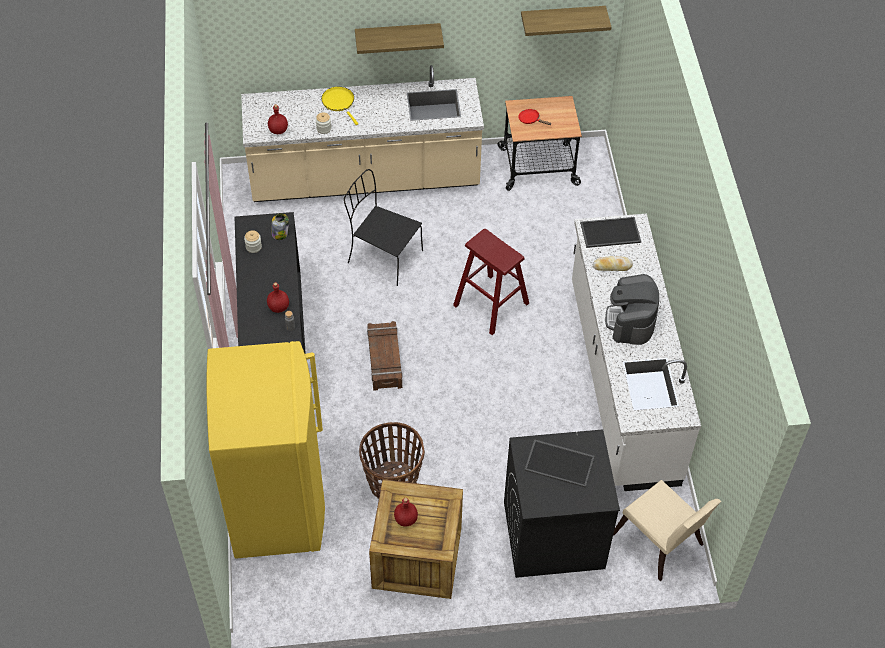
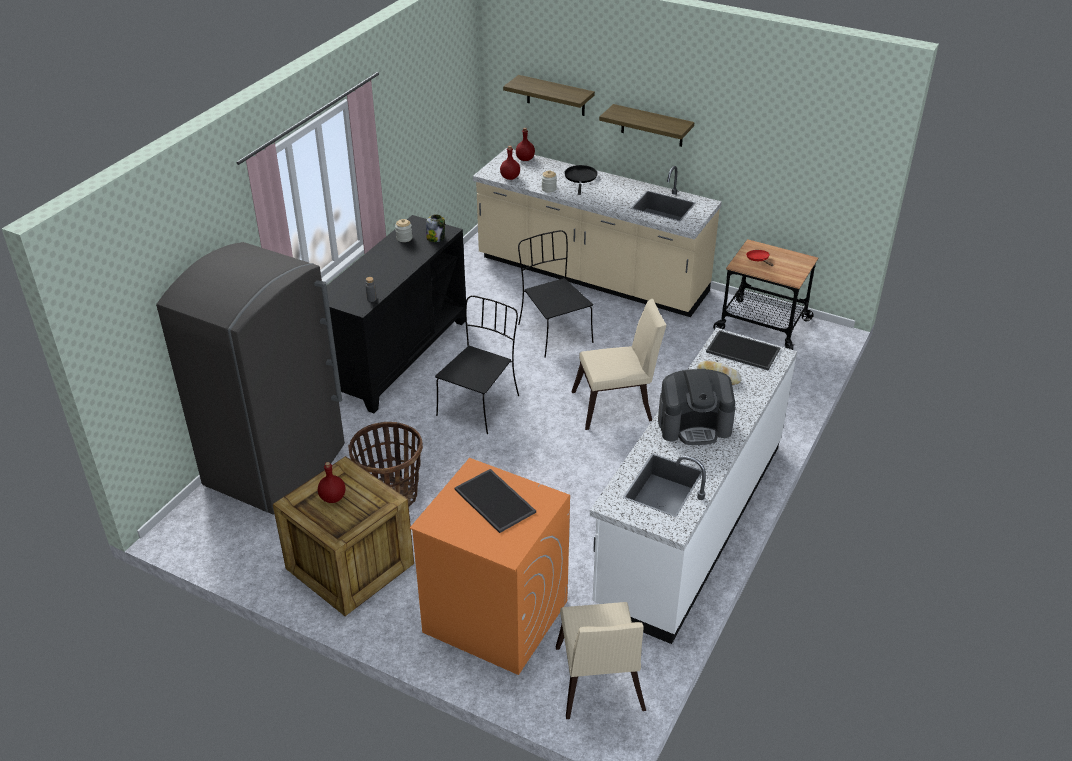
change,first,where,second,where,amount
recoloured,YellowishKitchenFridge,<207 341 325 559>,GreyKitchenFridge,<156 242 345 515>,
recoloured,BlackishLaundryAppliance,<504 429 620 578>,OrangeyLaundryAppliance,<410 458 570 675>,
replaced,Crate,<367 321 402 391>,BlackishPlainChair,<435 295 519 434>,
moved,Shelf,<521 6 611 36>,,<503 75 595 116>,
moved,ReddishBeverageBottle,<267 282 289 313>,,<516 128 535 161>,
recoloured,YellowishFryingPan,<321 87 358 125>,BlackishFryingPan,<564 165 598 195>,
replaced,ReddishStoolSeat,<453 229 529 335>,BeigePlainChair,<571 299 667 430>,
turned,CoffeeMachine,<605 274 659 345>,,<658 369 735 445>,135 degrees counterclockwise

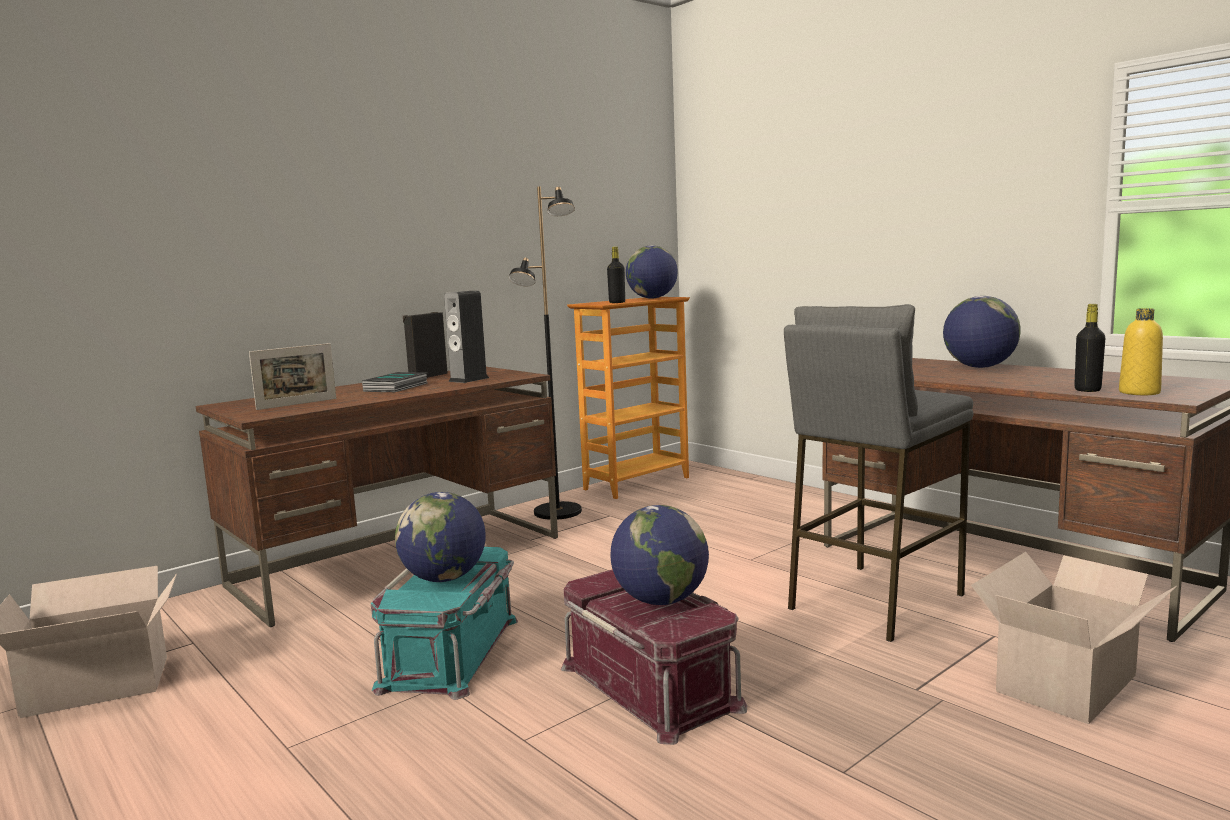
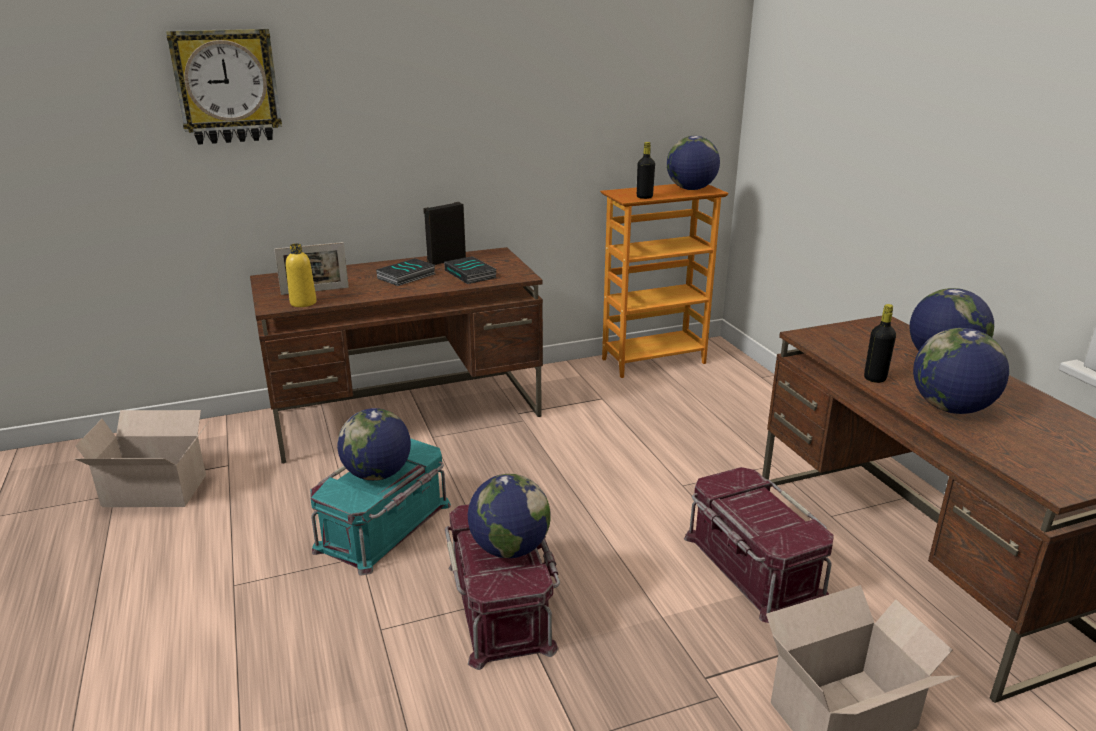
change,first,where,second,where,amount
added,,,WallClock,<166 29 282 145>,
moved,YellowishBeverageBottle,<1119 308 1163 395>,,<286 243 317 307>,
replaced,Loudspeaker,<444 291 489 383>,Book,<444 256 497 284>,
replaced,GreyStoolSeat,<784 304 973 642>,ReddishStorageBox,<684 467 834 623>,
moved,BlackishBeverageBottle,<1074 304 1105 392>,,<864 304 896 383>,
added,,,Globe,<913 328 1009 414>,
removed,BlackishFloorLamp,<508 186 582 520>,,,

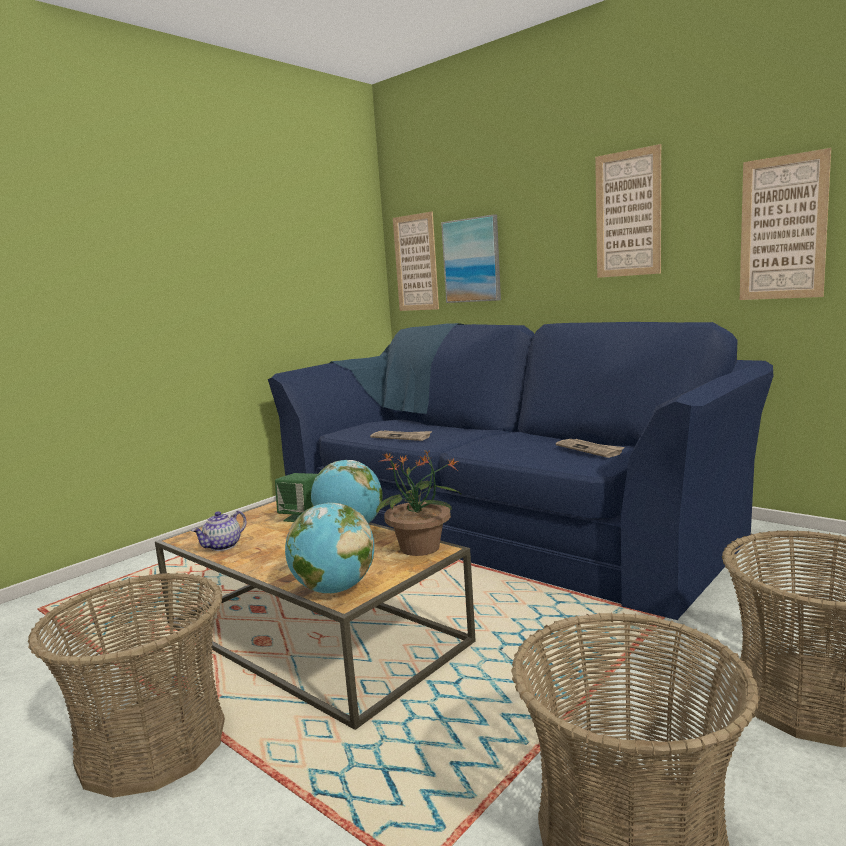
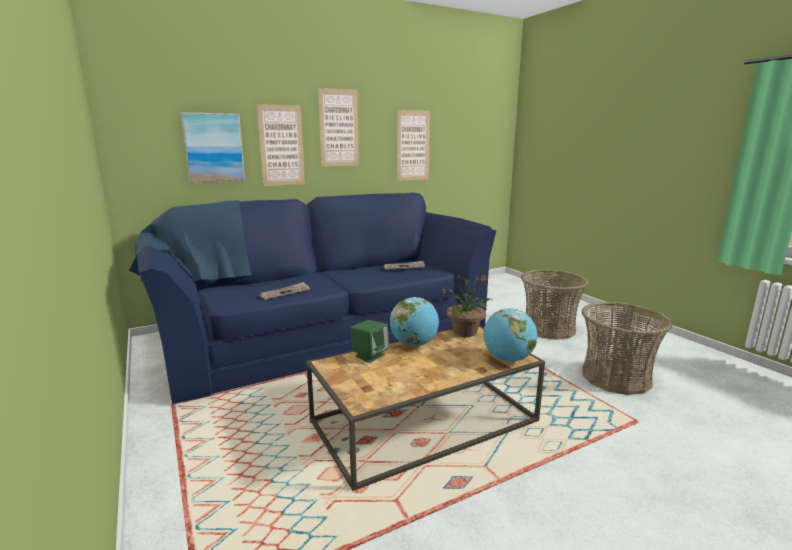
change,first,where,second,where,amount
moved,Picture,<393 211 439 311>,,<257 104 305 186>,
removed,StorageBasket,<28 573 225 798>,,,
removed,TeaPot,<192 511 246 551>,,,

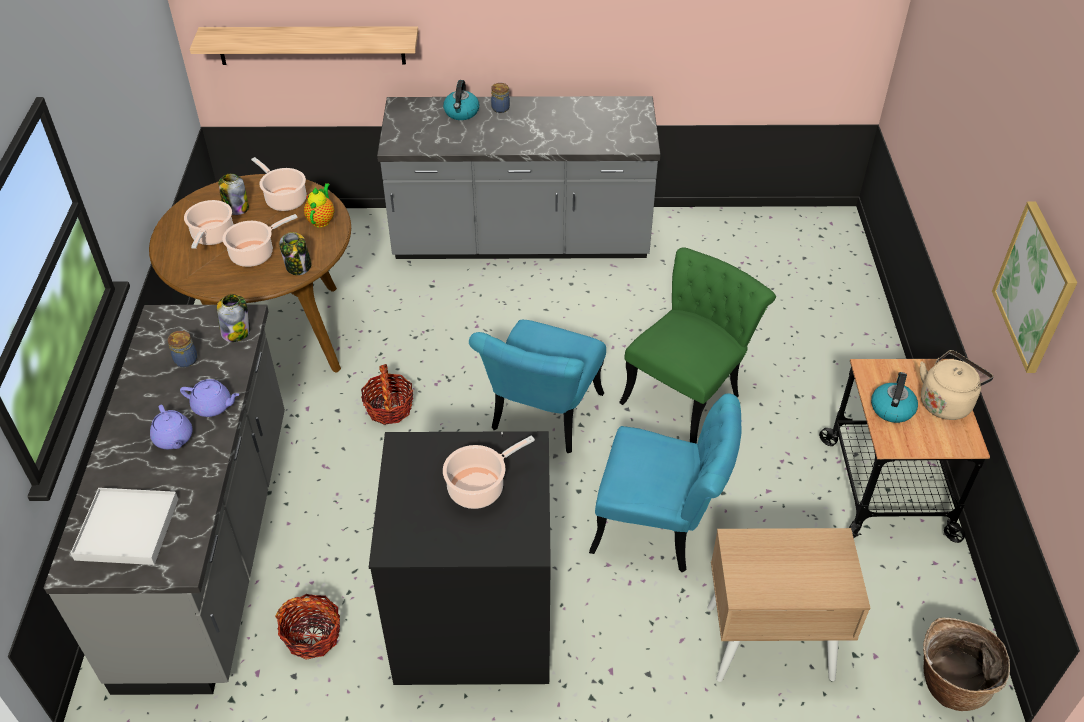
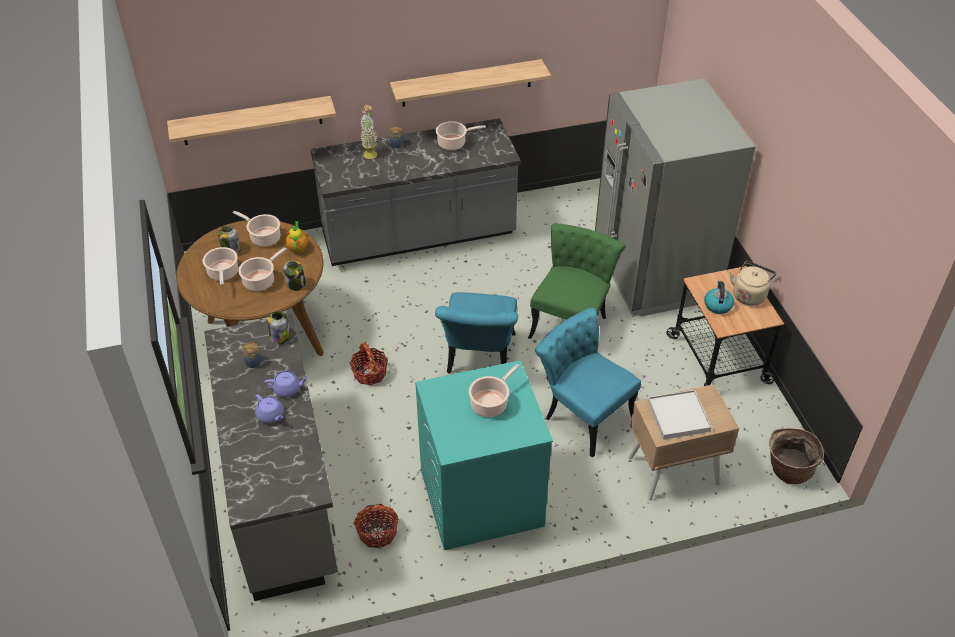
change,first,where,second,where,amount
replaced,Kettle,<443 80 479 120>,PottedPlant,<360 104 378 159>,
added,,,Shelf,<390 59 551 107>,
recoloured,BlackishLaundryAppliance,<369 431 551 685>,TurquoiseColouredLaundryAppliance,<415 360 553 550>,
added,,,Saucepot,<436 121 486 150>,
turned,TurquoiseColouredPlainChair,<589 393 741 572>,,<535 308 641 458>,135 degrees counterclockwise
added,,,GreyKitchenFridge,<595 79 756 317>,
moved,WhiteTray,<70 488 178 565>,,<648 390 712 440>,
removed,Picture,<992 202 1077 373>,,,

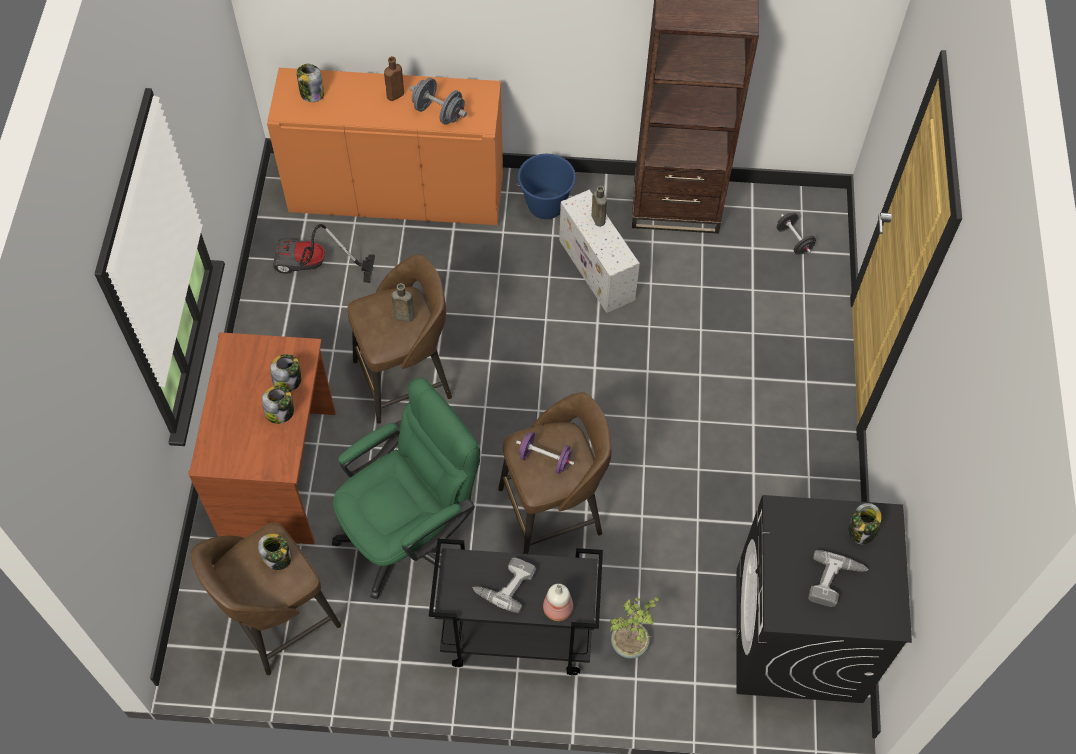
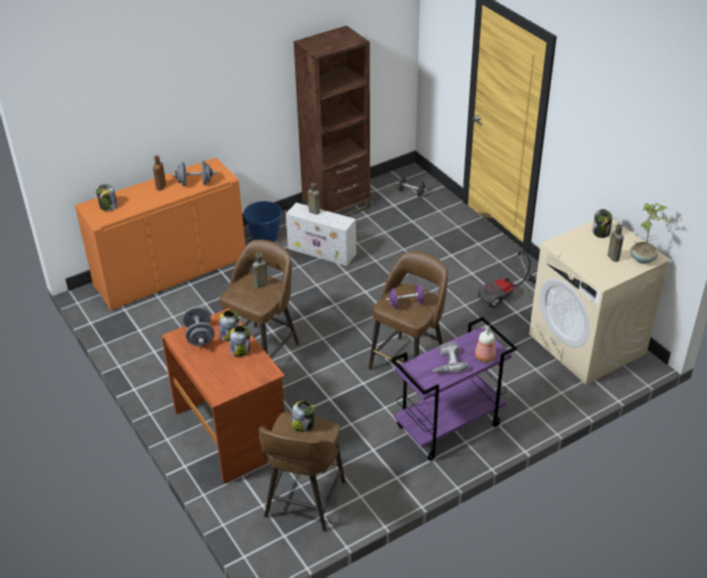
change,first,where,second,where,amount
added,,,GreyFreeWeight,<182 306 214 346>,
recoloured,BlackishCart,<429 539 603 675>,PurpleColouredCart,<391 317 517 461>,
moved,VacuumCleaner,<273 224 375 283>,,<477 251 536 308>,
recoloured,BlackishLaundryAppliance,<736 495 912 703>,BeigeLaundryAppliance,<529 218 671 385>,
replaced,ElectricDrill,<808 550 868 607>,BrownColouredBeverageBottle,<608 224 624 262>,
moved,PottedPlant,<610 597 660 659>,,<631 203 670 264>,
removed,GreenComputerChair,<332 378 480 599>,,,

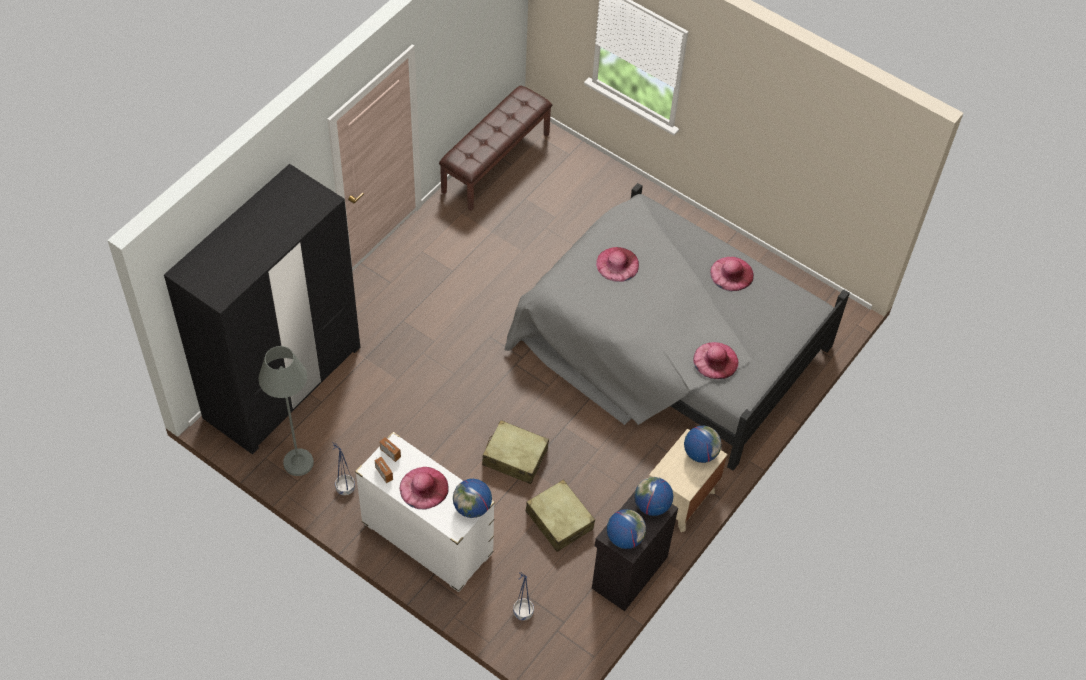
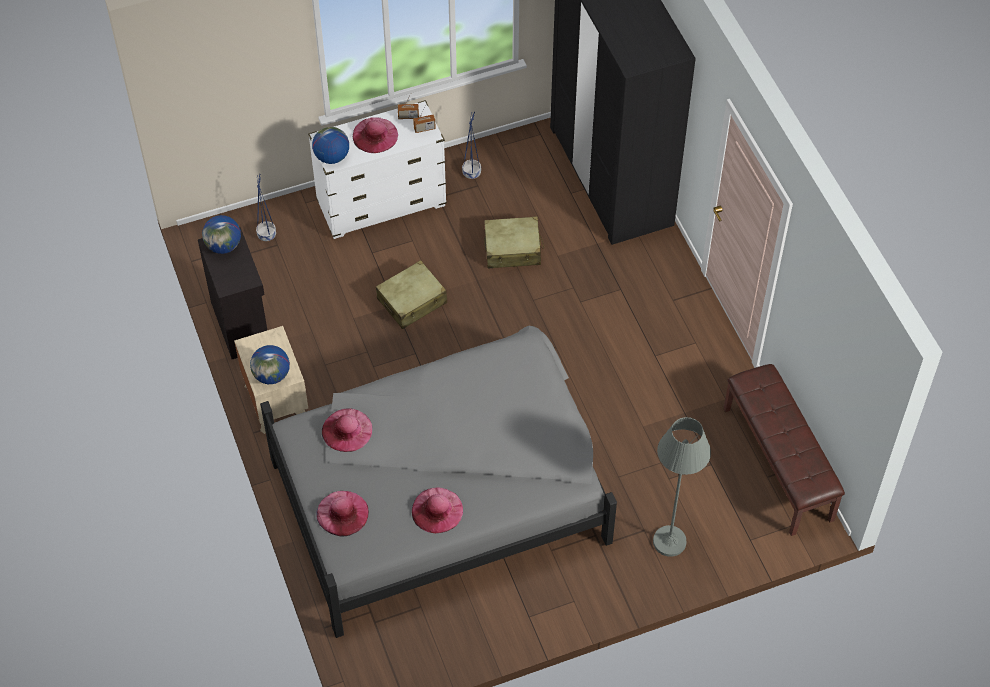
change,first,where,second,where,amount
moved,PinkishHat,<596 247 639 282>,,<316 491 369 537>,
moved,BeigePieceOfLuggage,<526 479 595 552>,,<484 216 544 268>,
moved,GreyFloorLamp,<259 346 314 476>,,<653 417 711 557>,
removed,Globe,<634 477 673 516>,,,

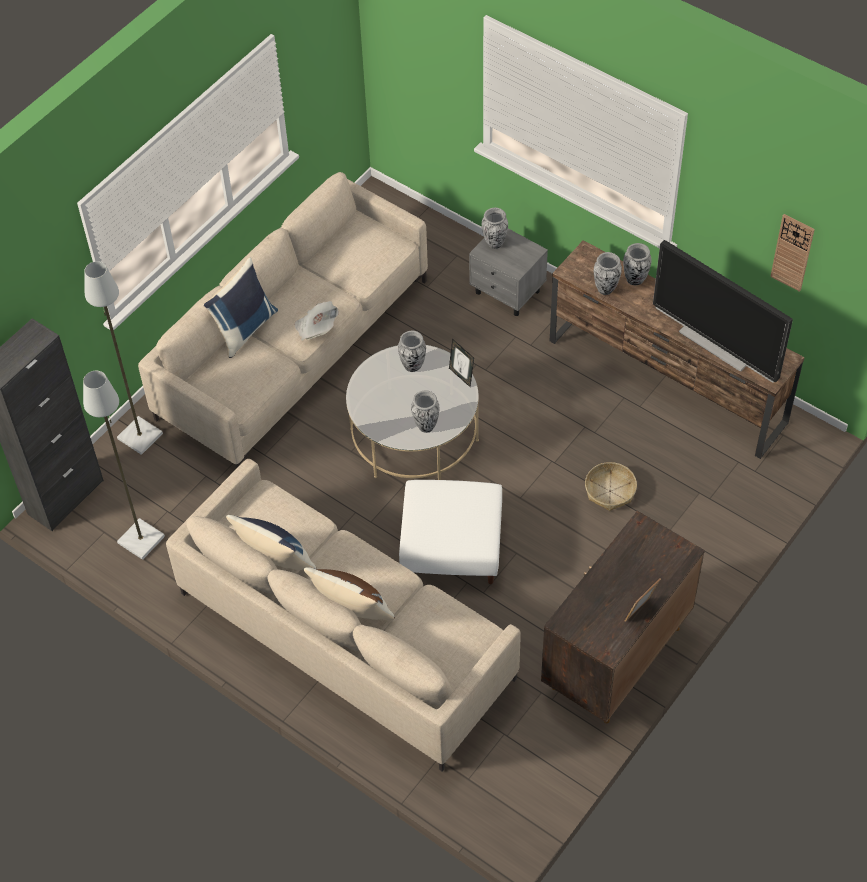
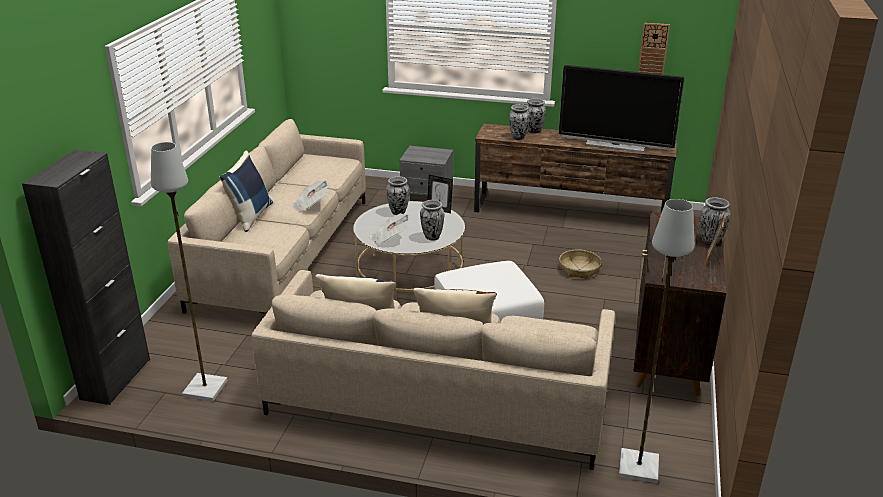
change,first,where,second,where,amount
added,,,PrintedPaper,<369 213 410 244>,
moved,GreyFloorLamp,<84 261 163 455>,,<619 199 695 483>,
moved,DecorativeVase,<482 208 508 249>,,<700 197 731 244>,

